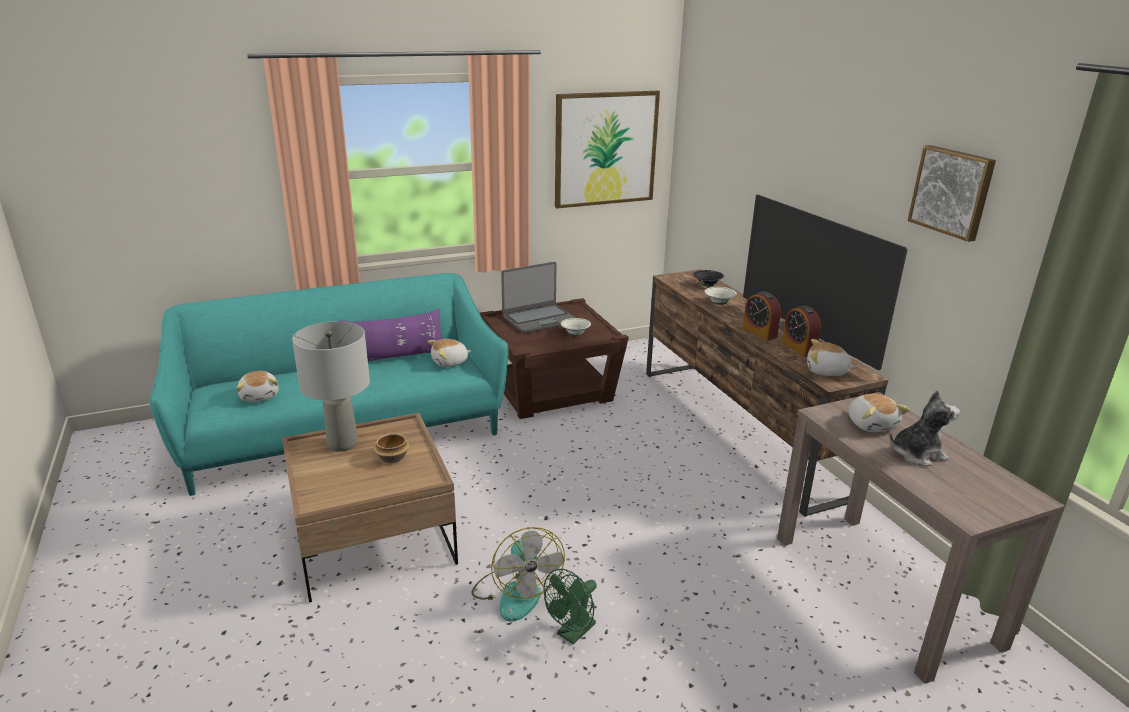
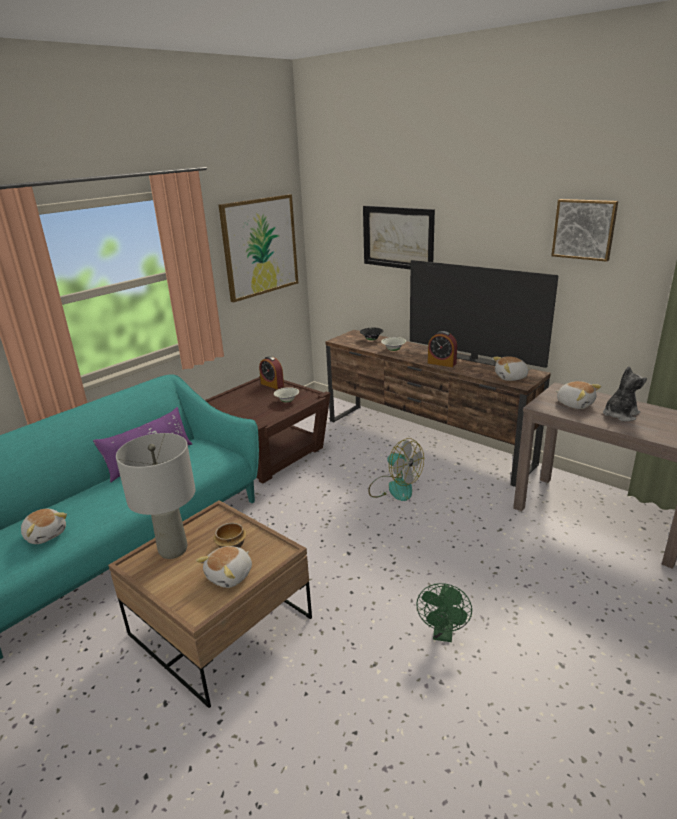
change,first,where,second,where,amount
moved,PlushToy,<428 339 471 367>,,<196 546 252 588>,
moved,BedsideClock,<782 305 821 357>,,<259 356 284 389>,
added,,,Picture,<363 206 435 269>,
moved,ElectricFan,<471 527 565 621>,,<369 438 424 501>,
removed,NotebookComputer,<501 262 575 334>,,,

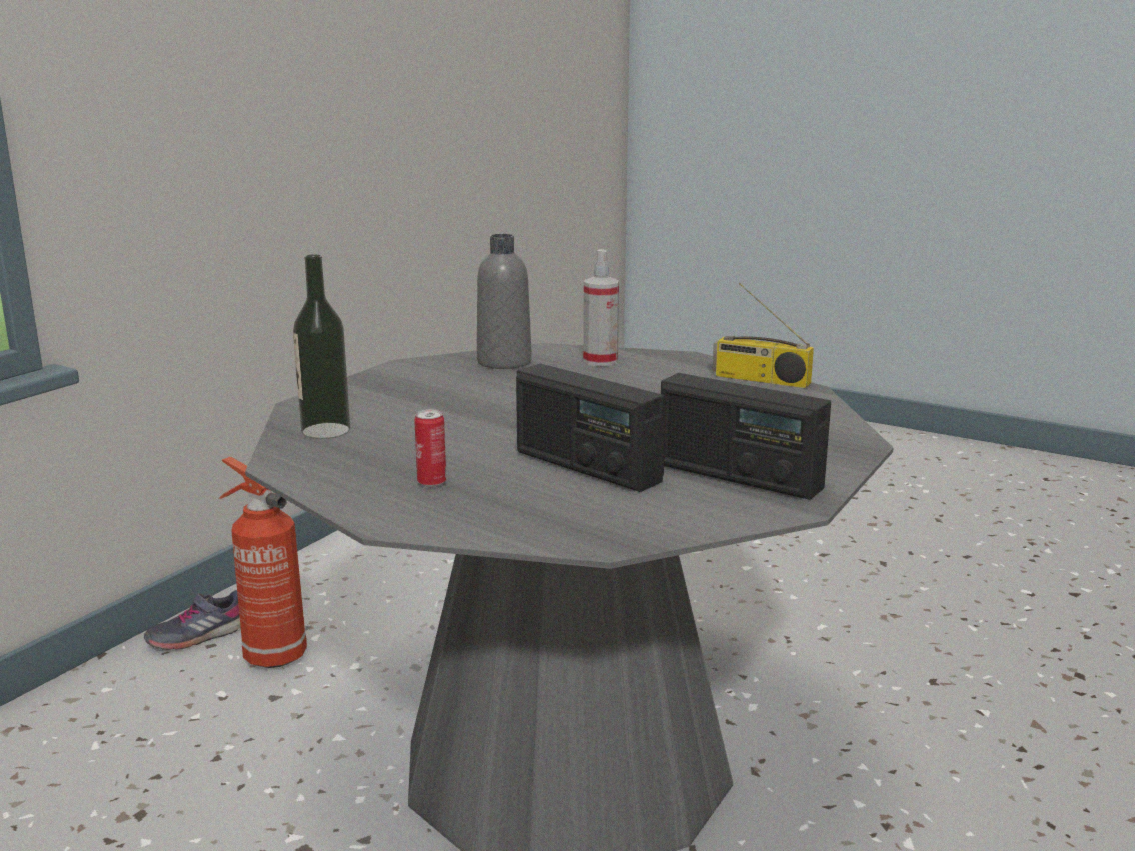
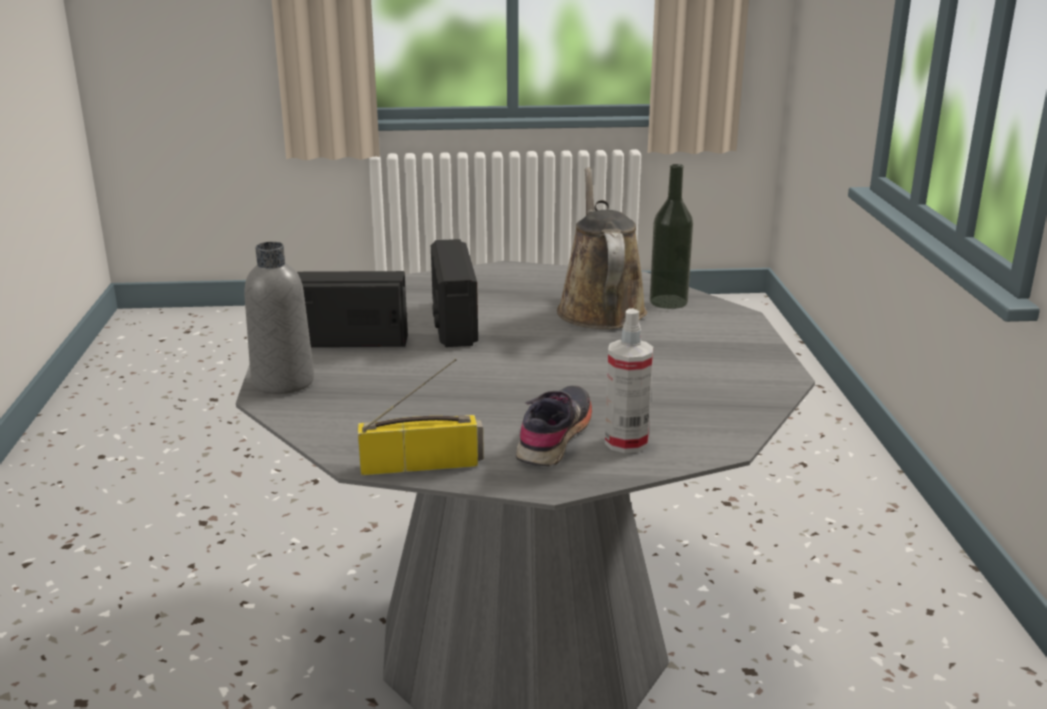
change,first,where,second,where,amount
moved,GreyBeverageBottle,<477 234 532 369>,,<245 242 314 394>,
turned,RadioSet,<516 364 666 492>,,<431 239 478 347>,105 degrees counterclockwise
moved,GreyLowShoe,<144 590 241 650>,,<516 386 592 466>,
added,,,BrownColouredWateringCan,<557 167 647 329>,
removed,FireFightingCylinder,<219 457 307 668>,,,
removed,Can,<414 409 446 487>,,,

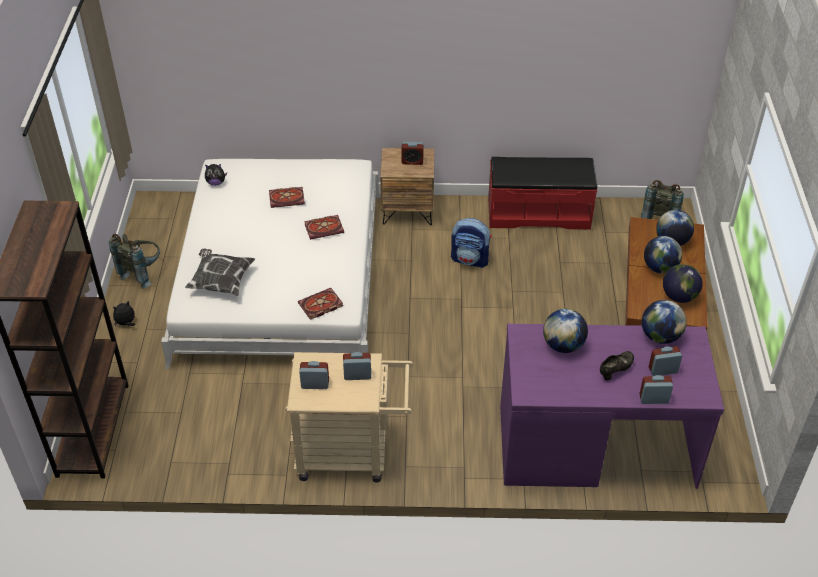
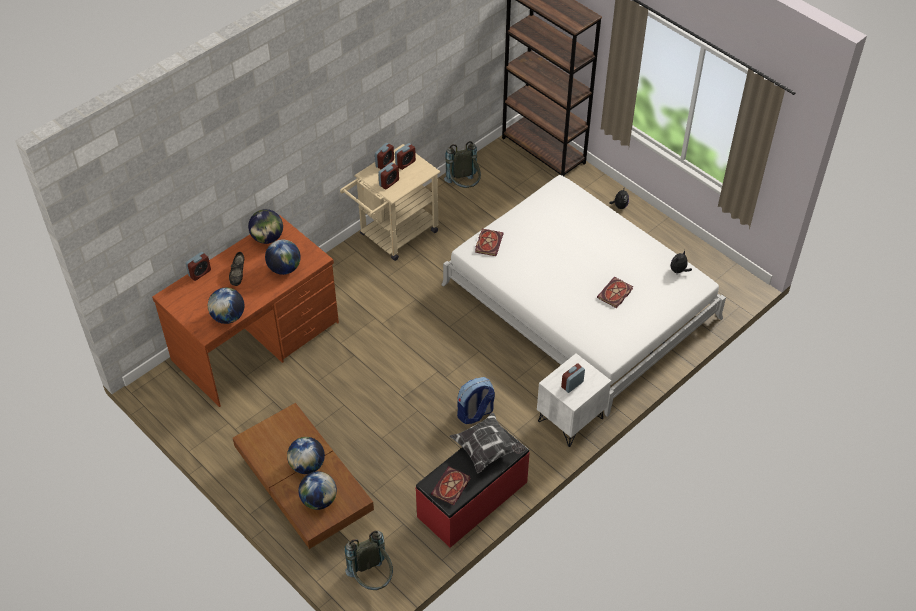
change,first,where,second,where,amount
recoloured,PurpleColouredDeskUnit,<500 324 724 489>,BrownColouredDeskUnit,<152 215 339 407>,
moved,Globe,<663 264 703 303>,,<248 209 283 244>,
moved,BedsideClock,<649 346 682 376>,,<375 143 394 169>,
moved,Book,<304 215 344 240>,,<431 466 471 505>,
moved,GreyRucksack,<109 234 160 289>,,<444 141 481 188>,
moved,Cushion,<185 249 255 296>,,<450 413 525 473>,
recoloured,BrownColouredNightTable,<380 148 434 225>,WhiteNightTable,<537 353 611 447>,

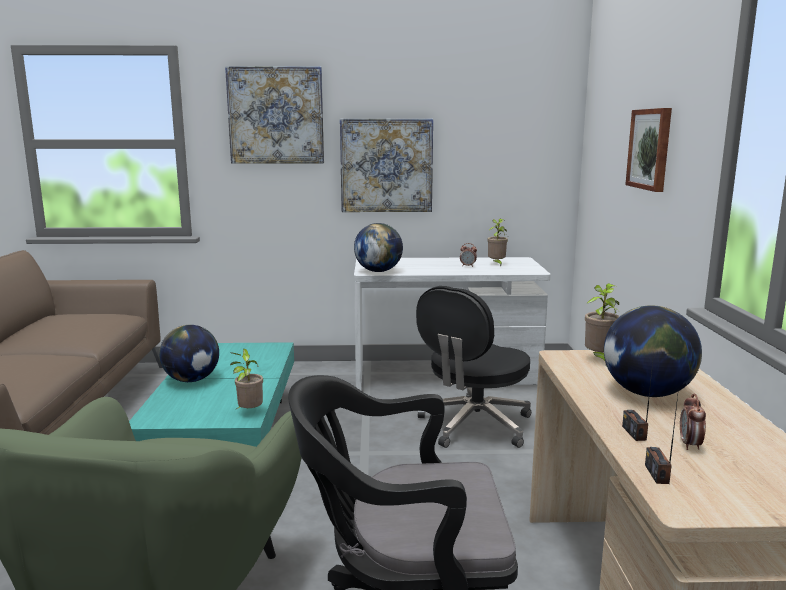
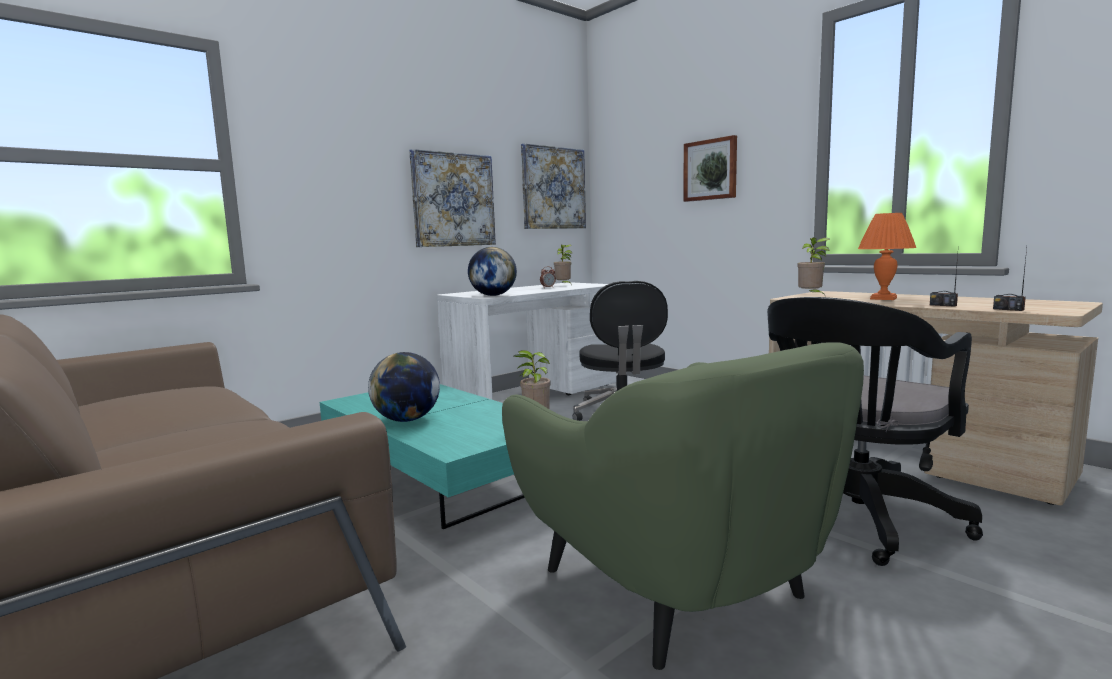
change,first,where,second,where,amount
moved,Picture,<225 66 324 164>,,<521 143 586 229>,
replaced,Globe,<604 305 702 397>,OrangeyLampForATable,<858 213 917 300>,
removed,BedsideClock,<680 393 706 450>,,,

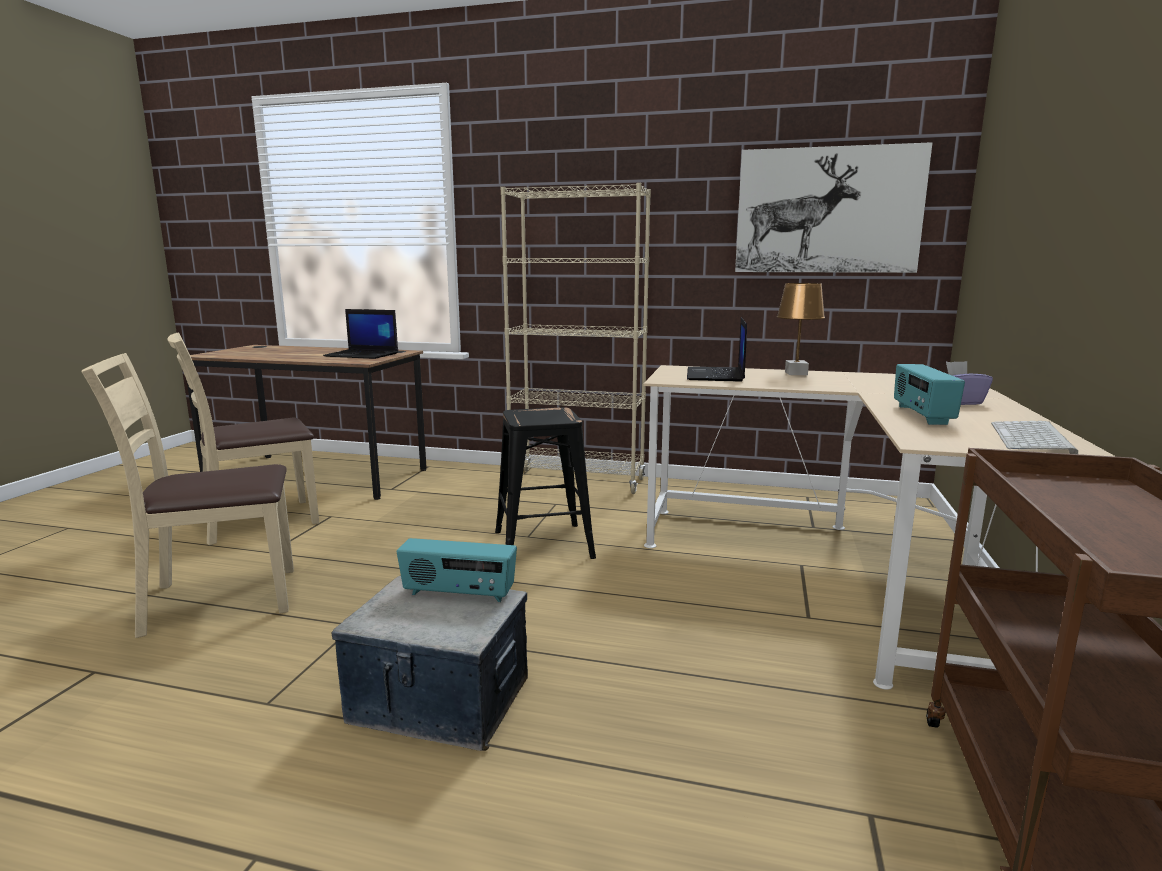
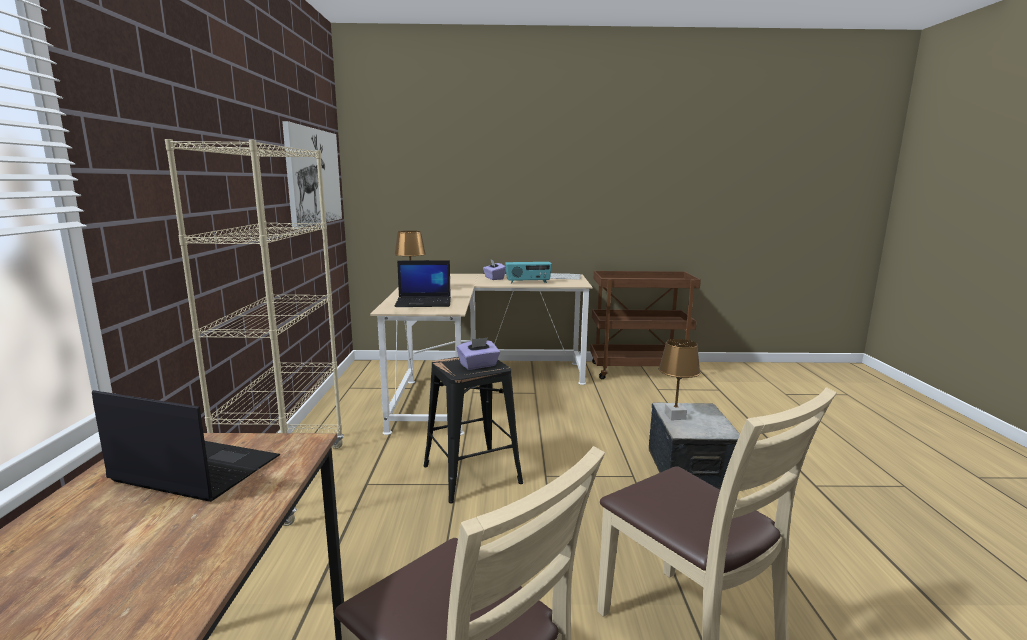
change,first,where,second,where,amount
turned,NotebookComputer,<323 309 398 359>,,<92 390 280 502>,75 degrees counterclockwise
added,,,PurpleColouredTissueHolder,<457 337 500 370>,
replaced,RadioSet,<397 538 517 602>,BrownColouredLampForATable,<659 339 700 420>,

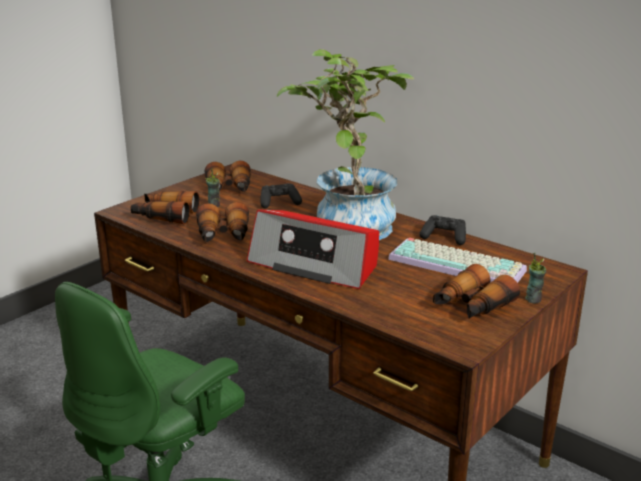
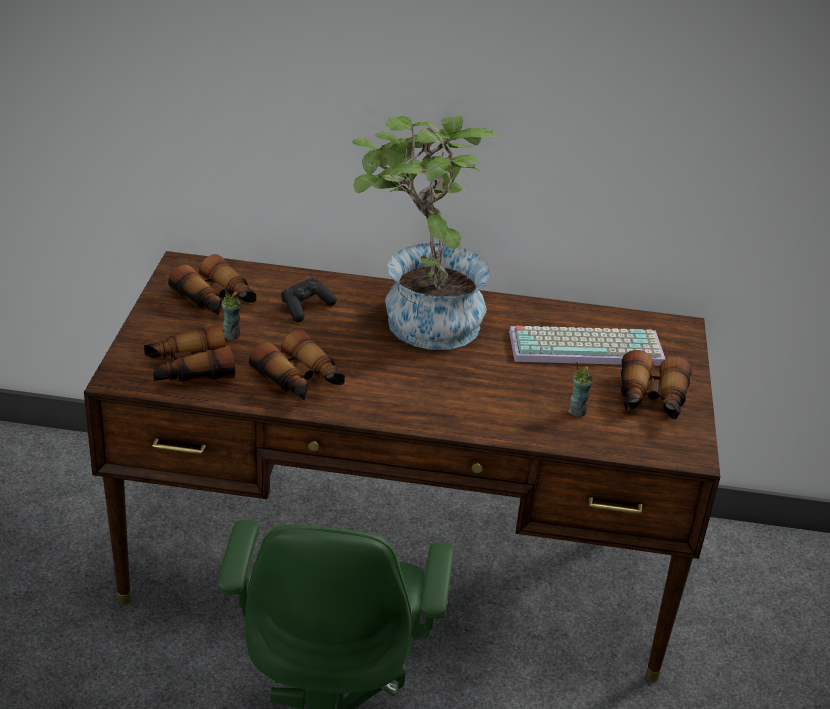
change,first,where,second,where,amount
moved,DrinkingCup,<525 253 546 303>,,<568 362 593 417>,
removed,RadioSet,<247 209 379 289>,,,
removed,BlackishJoypad,<420 215 466 245>,,,

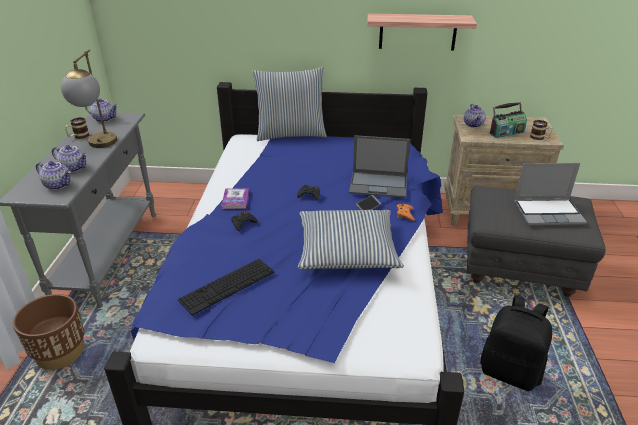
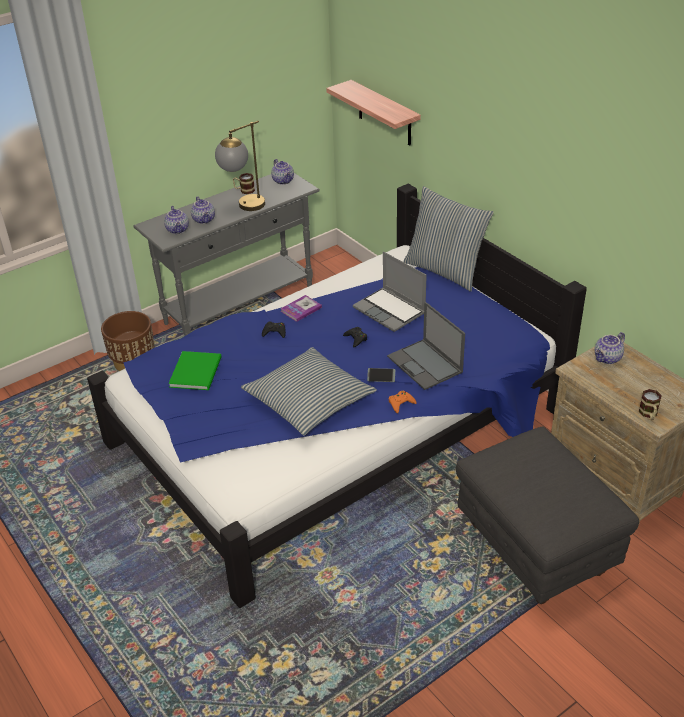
change,first,where,second,where,amount
replaced,PcKeyboard,<178 259 274 316>,GreenBook,<169 351 222 390>,
moved,Shelf,<368 13 477 51>,,<326 80 421 145>,
moved,NotebookComputer,<514 163 587 226>,,<353 252 427 332>,
removed,BlackishRucksack,<481 296 552 391>,,,
removed,RadioSet,<490 102 527 138>,,,

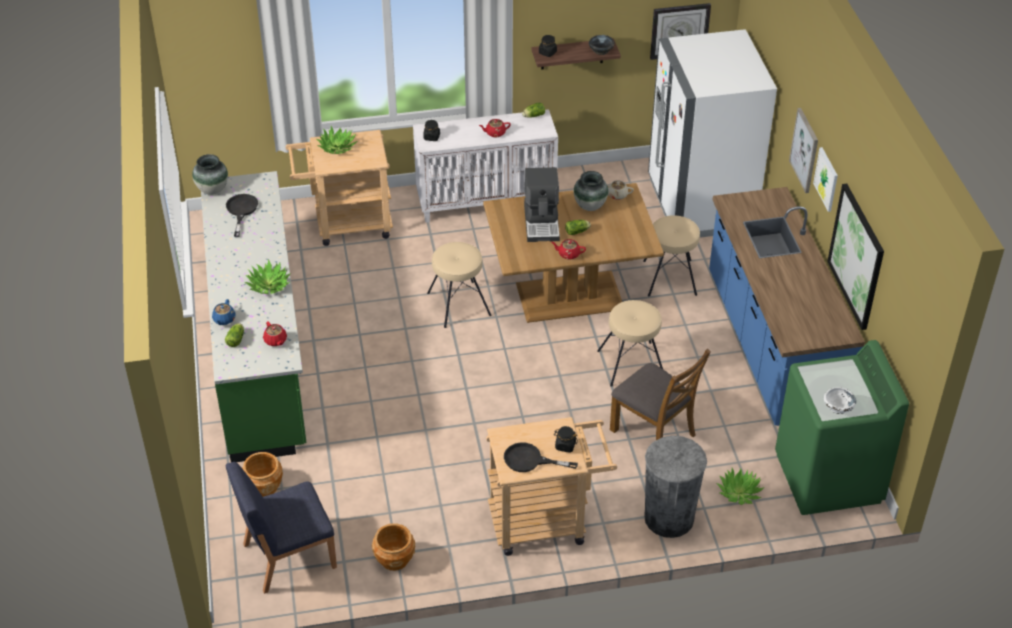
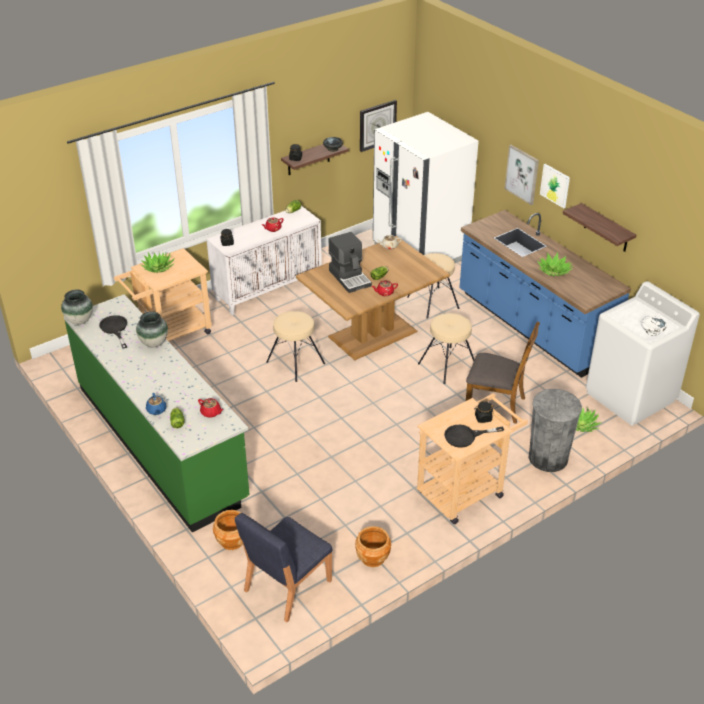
change,first,where,second,where,amount
moved,DecorativeVase,<573 171 608 211>,,<136 311 168 347>,
moved,PottedPlant,<244 259 290 294>,,<537 252 573 276>,
replaced,Picture,<827 184 884 330>,Shelf,<563 203 636 252>,
recoloured,GreenLaundryAppliance,<775 340 909 515>,WhiteLaundryAppliance,<586 281 700 426>,

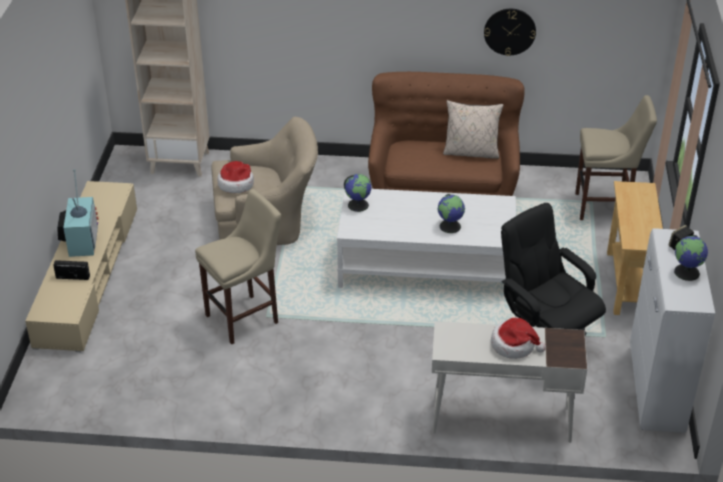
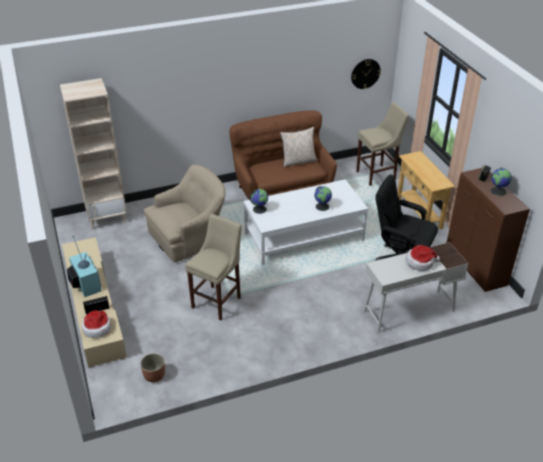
change,first,where,second,where,amount
moved,Hat,<217 161 254 193>,,<82 310 111 338>,
added,,,PlantPot,<141 353 165 382>,
moved,WallClock,<484 9 536 56>,,<351 59 381 89>,
recoloured,WhiteCupboard,<630 228 715 433>,BrownColouredCupboard,<447 168 530 292>,

